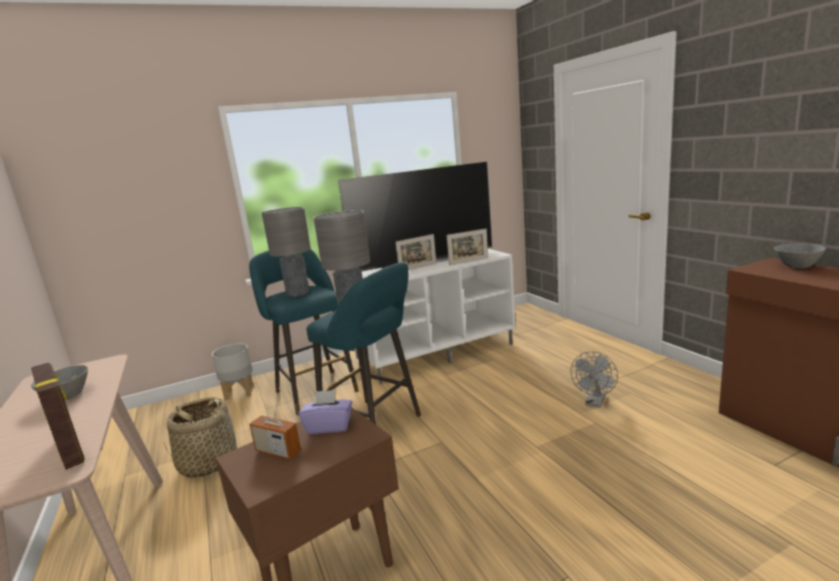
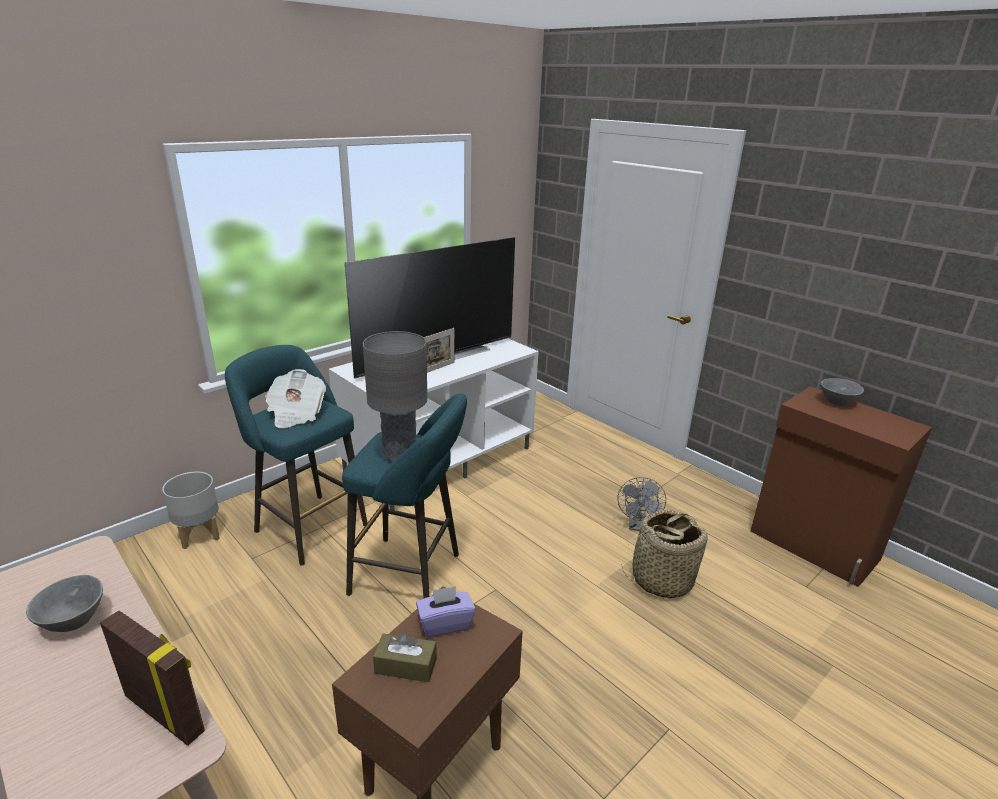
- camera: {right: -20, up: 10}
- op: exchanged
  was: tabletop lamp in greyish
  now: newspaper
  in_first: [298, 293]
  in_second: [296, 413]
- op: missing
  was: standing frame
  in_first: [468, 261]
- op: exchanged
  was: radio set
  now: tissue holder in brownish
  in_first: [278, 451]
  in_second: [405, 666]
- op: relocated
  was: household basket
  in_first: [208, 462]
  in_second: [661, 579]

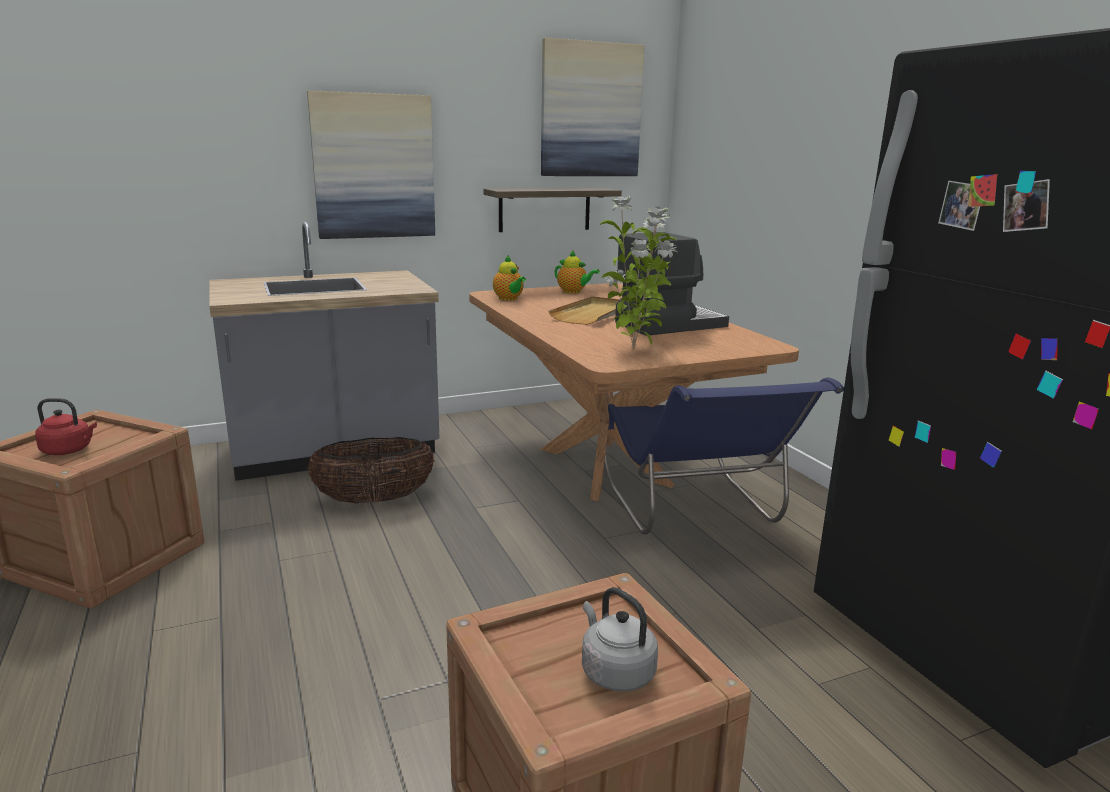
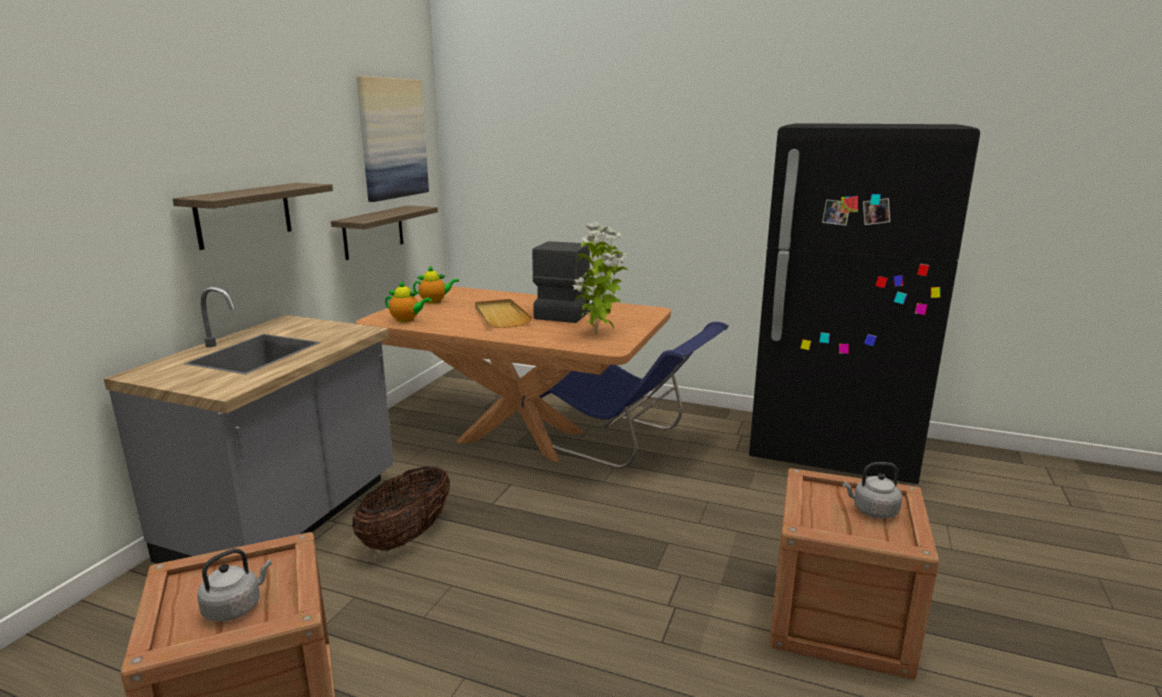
- camera: {right: -45, up: 0}
- op: exchanged
  was: wall picture
  now: wall shelf
  in_first: [373, 167]
  in_second: [244, 215]
- op: colour
  was: tea kettle in reddish
  now: tea kettle in greyish
  in_first: [69, 450]
  in_second: [235, 607]

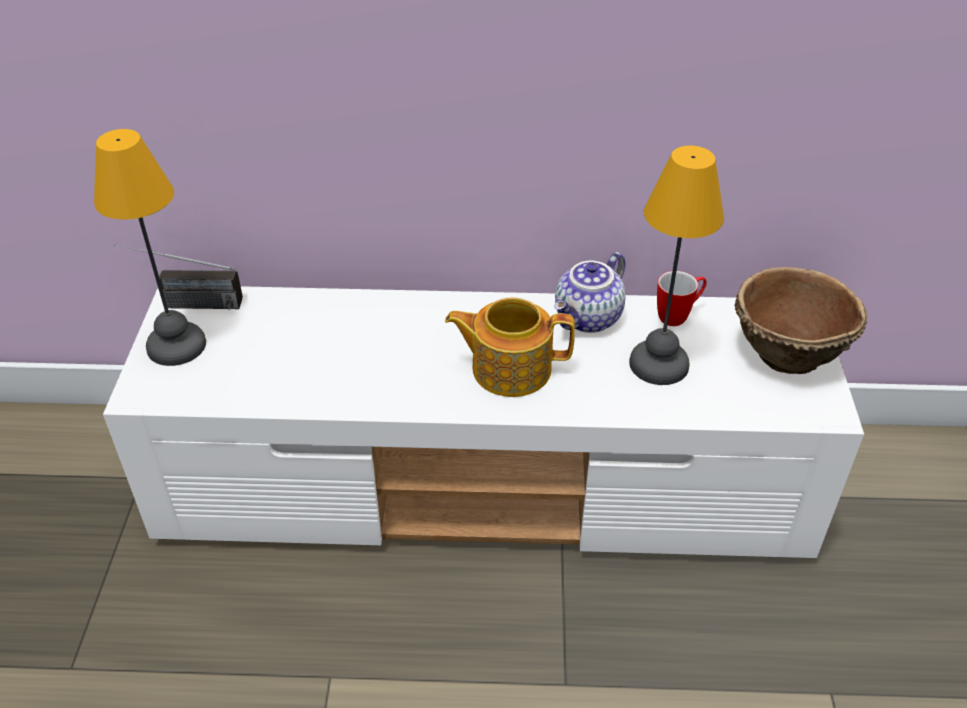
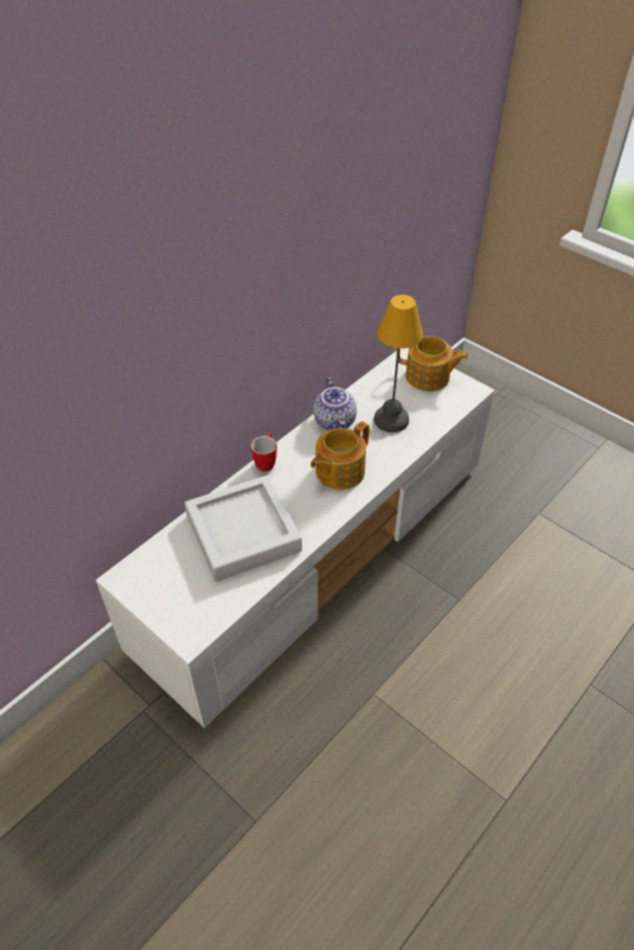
- camera: {right: -50, up: 5}
- op: missing
  was: tabletop lamp
  in_first: [174, 346]
- op: missing
  was: radio set
  in_first: [184, 304]
- op: exchanged
  was: serving bowl in brownish
  now: pot for tea
  in_first: [786, 354]
  in_second: [428, 377]
- op: relocated
  was: mug
  in_first: [678, 316]
  in_second: [266, 462]
- op: appeared
  now: serving tray in greyish
  in_second: [243, 533]

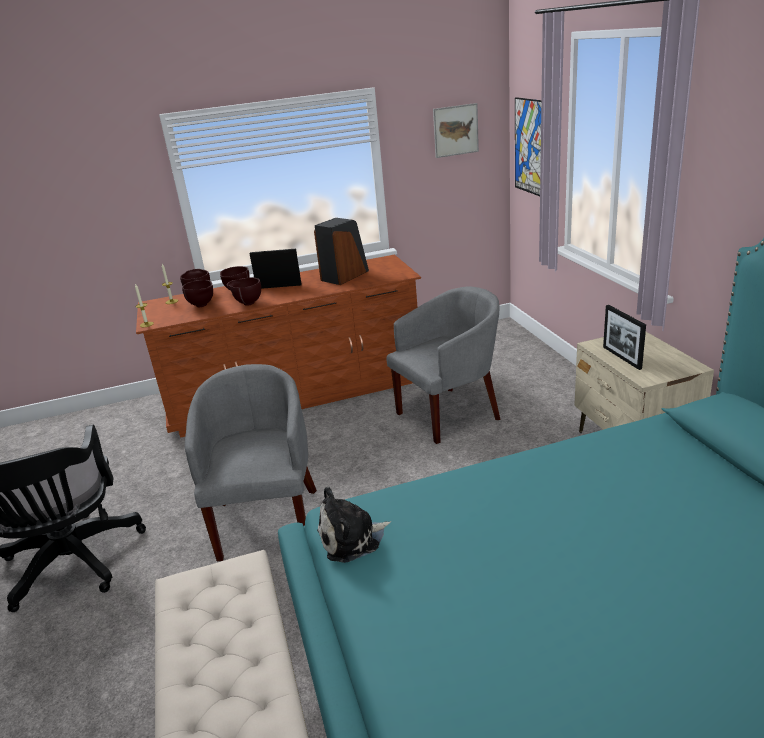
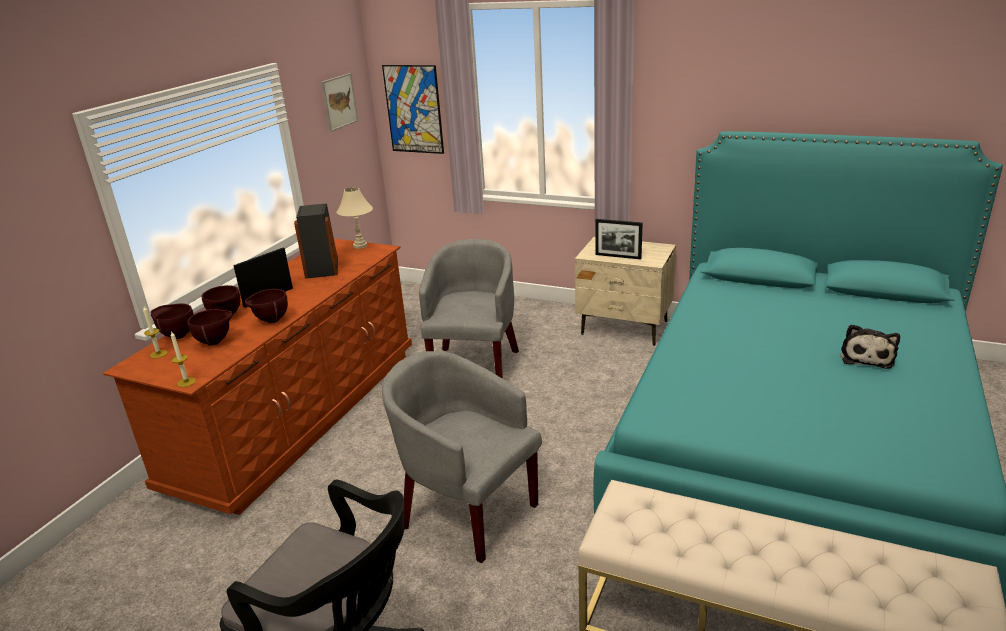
- camera: {right: -50, up: 0}
- op: relocated
  was: plush toy
  in_first: [353, 538]
  in_second: [866, 357]
- op: appeared
  now: tabletop lamp in beige-coloured
  in_second: [360, 246]

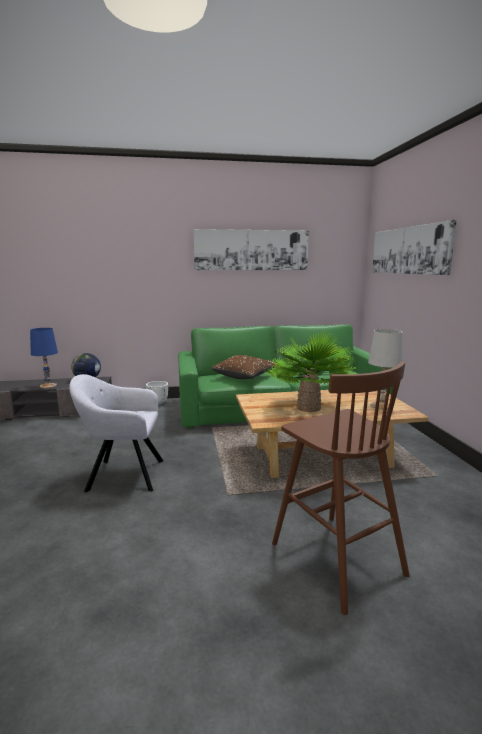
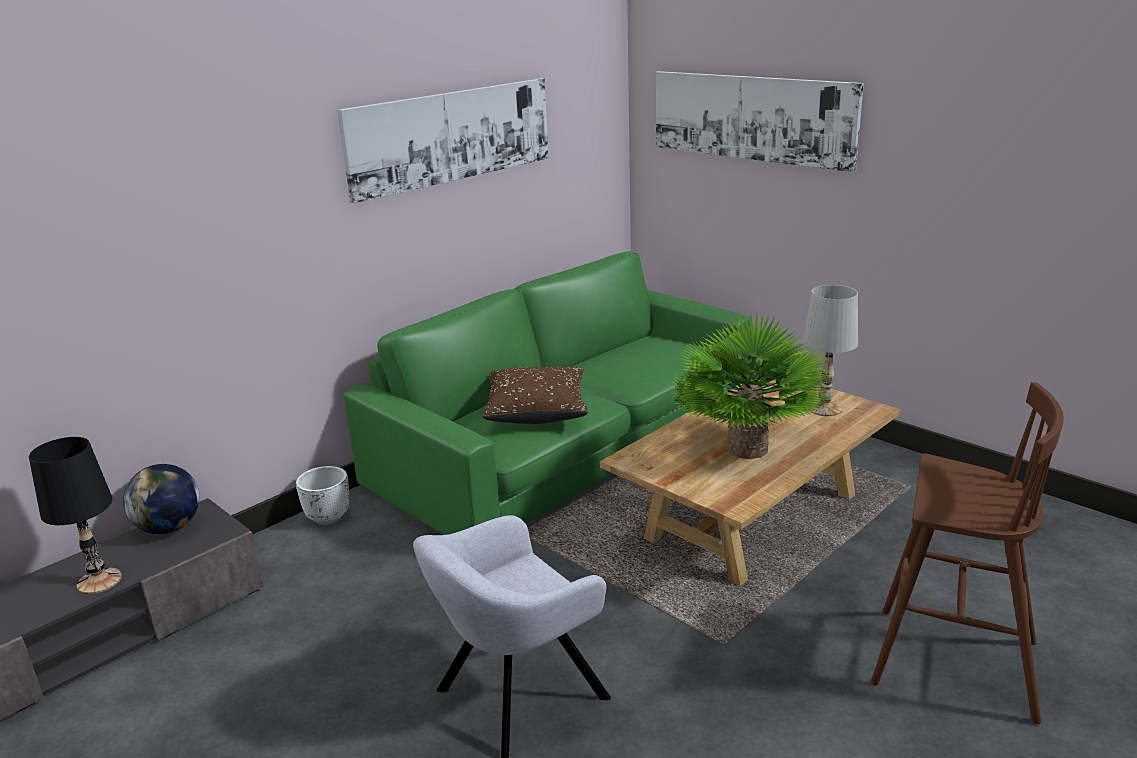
- camera: {right: -35, up: 10}
- op: colour
  was: tabletop lamp in bluish
  now: tabletop lamp in black
  in_first: [48, 385]
  in_second: [100, 581]

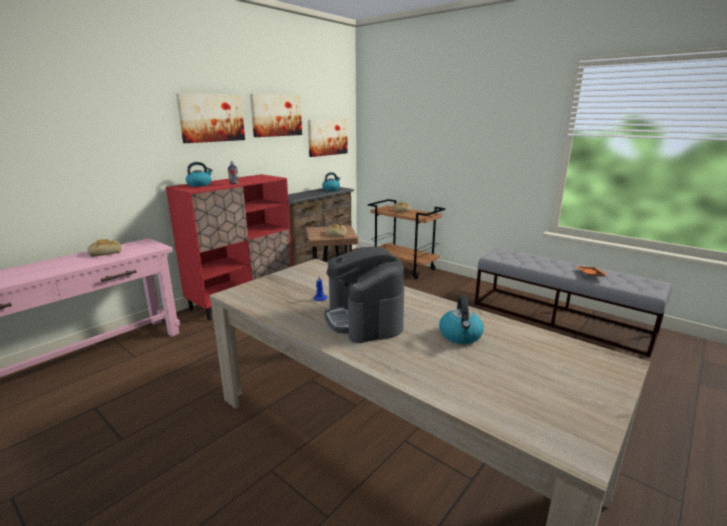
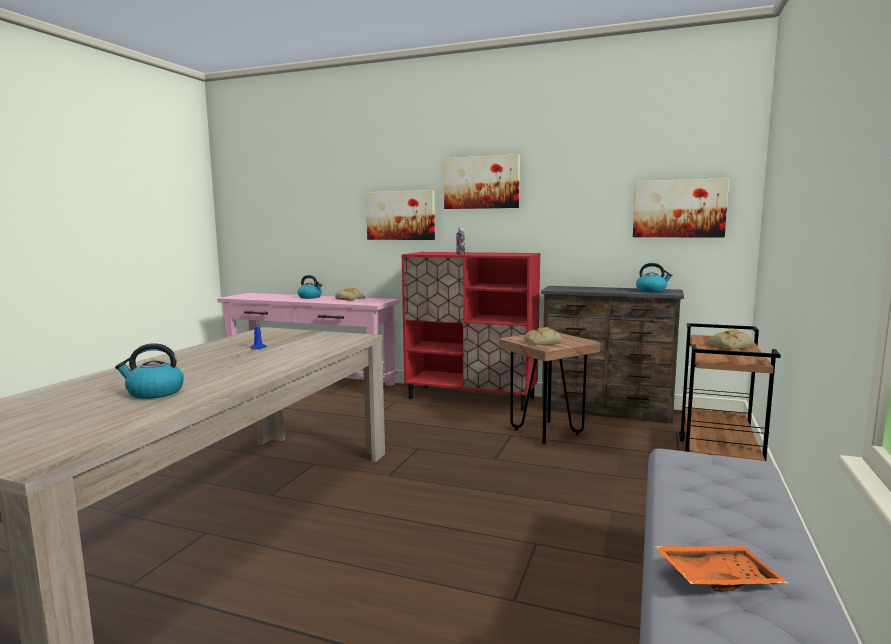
- camera: {right: 70, up: -10}
- op: relocated
  was: wall picture
  in_first: [276, 115]
  in_second: [400, 215]
- op: relocated
  was: tea kettle
  in_first: [199, 185]
  in_second: [310, 297]
- op: missing
  was: coffee maker
  in_first: [364, 319]

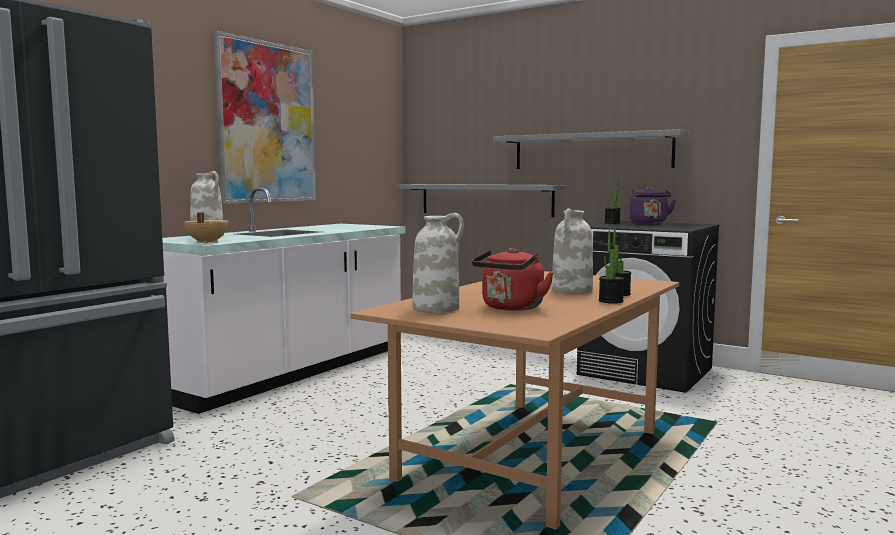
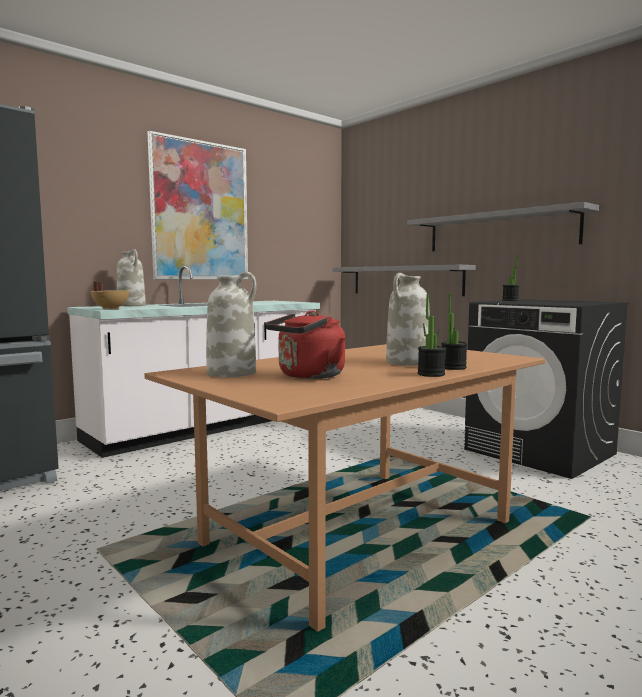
- camera: {right: 15, up: 0}
- op: missing
  was: tea kettle in purple
  in_first: [649, 223]

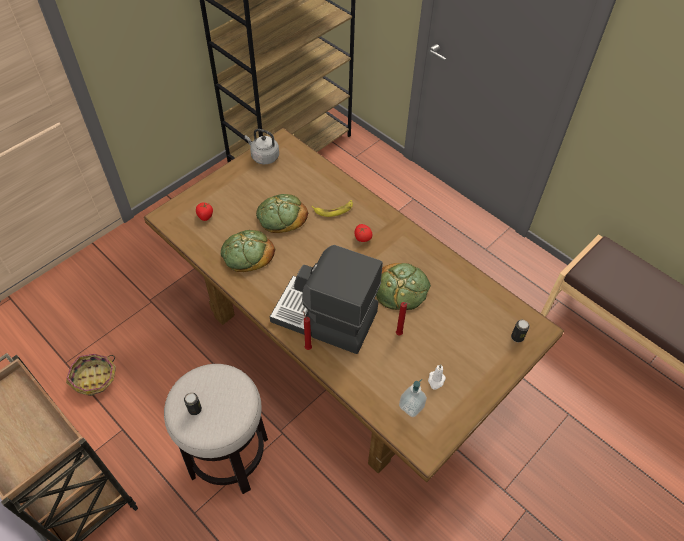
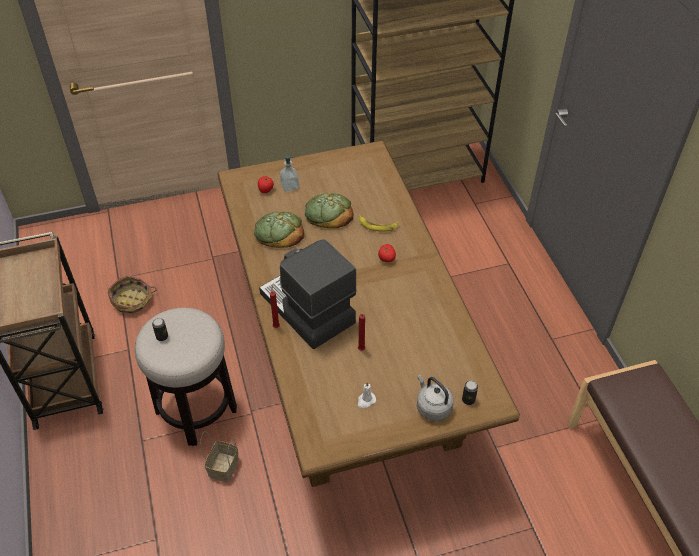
- camera: {right: 30, up: -5}
- op: relocated
  was: tea kettle in greyish
  in_first: [263, 157]
  in_second: [432, 407]
- op: missing
  was: bread
  in_first: [401, 289]
- op: relocated
  was: soap bottle
  in_first: [411, 406]
  in_second: [289, 186]
- op: appeared
  now: household basket
  in_second: [223, 466]

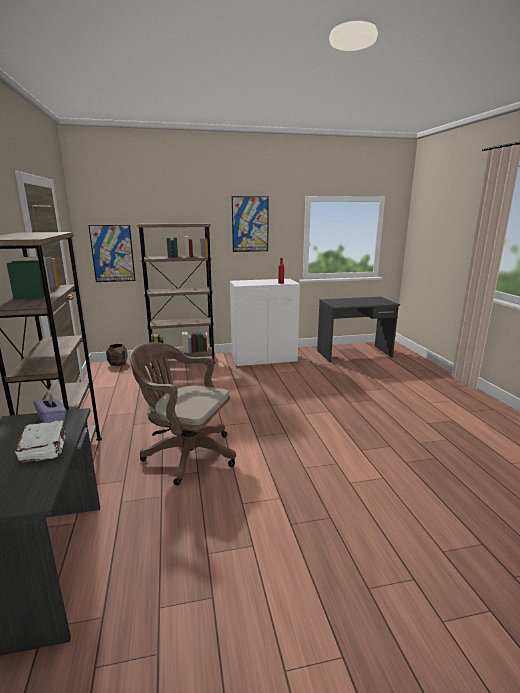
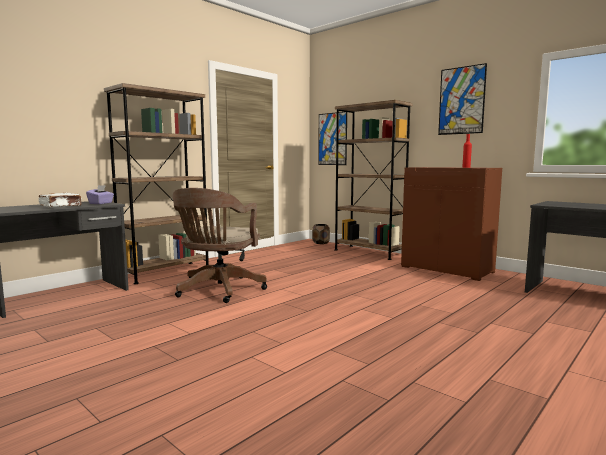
- camera: {right: 55, up: -10}
- op: colour
  was: cupboard in whitish
  now: cupboard in brownish
  in_first: [264, 359]
  in_second: [447, 269]
- op: spun
  was: computer chair in brownish
  in_first: [186, 454]
  in_second: [218, 291]
  clockwise: -150

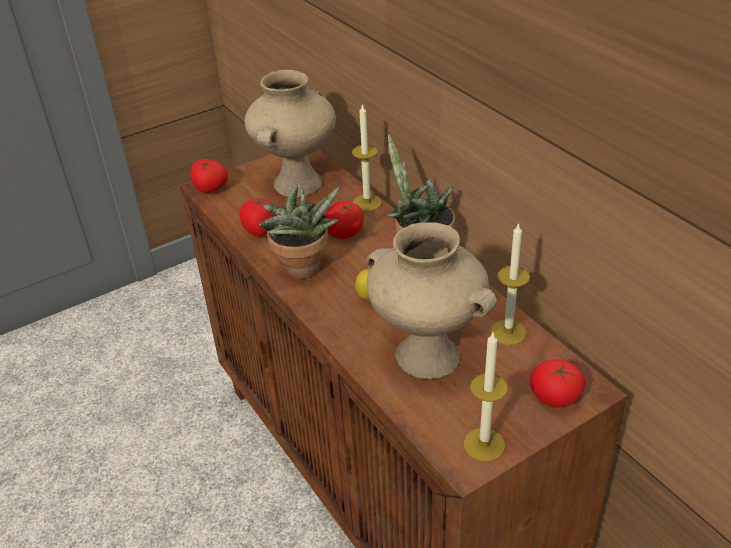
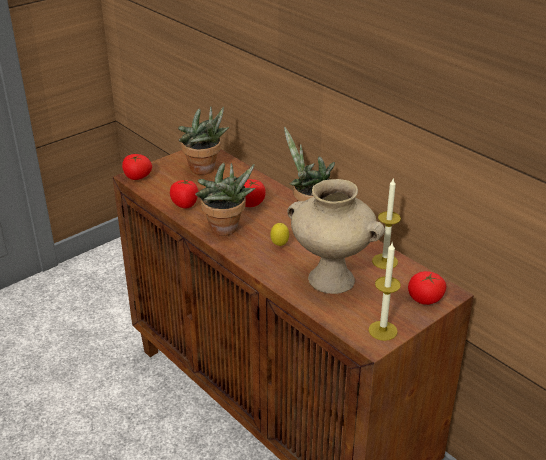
- camera: {right: -10, up: -5}
- op: exchanged
  was: decorative vase in beige-coloured
  now: potted plant
  in_first: [297, 182]
  in_second: [205, 170]
- op: missing
  was: wax candle
  in_first: [367, 203]

